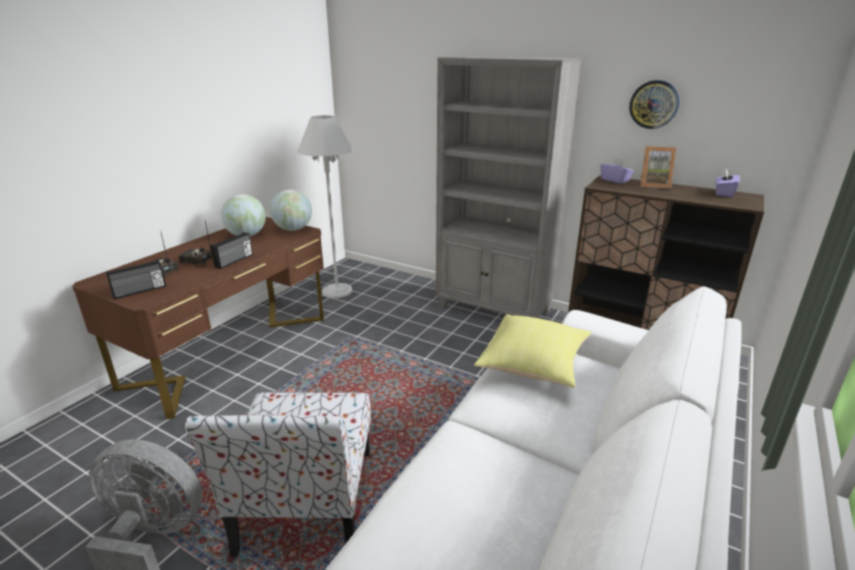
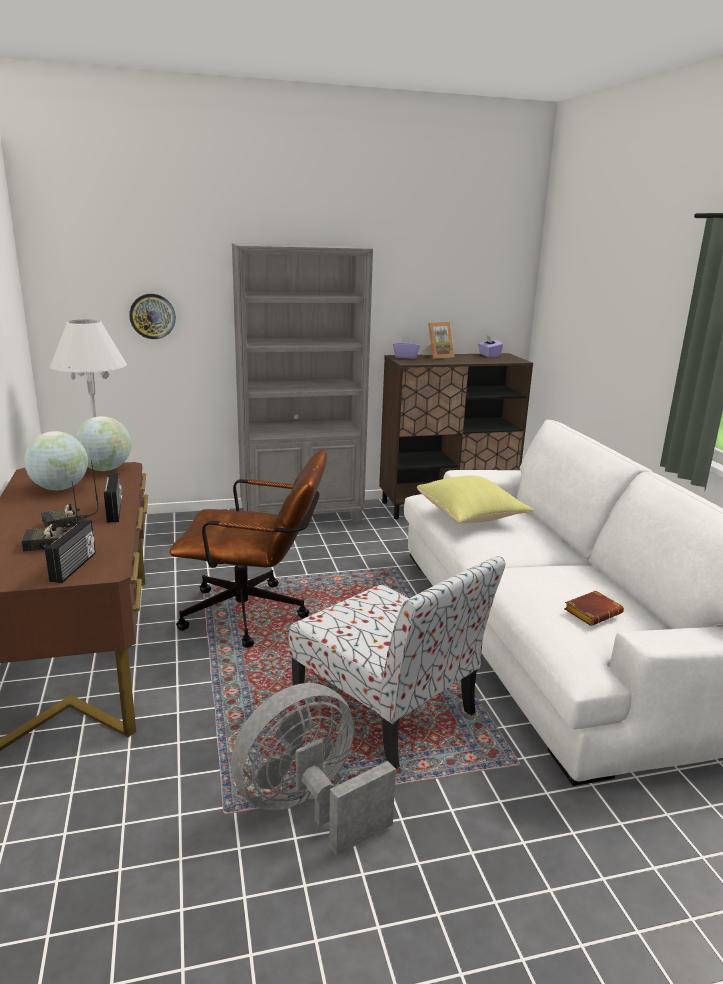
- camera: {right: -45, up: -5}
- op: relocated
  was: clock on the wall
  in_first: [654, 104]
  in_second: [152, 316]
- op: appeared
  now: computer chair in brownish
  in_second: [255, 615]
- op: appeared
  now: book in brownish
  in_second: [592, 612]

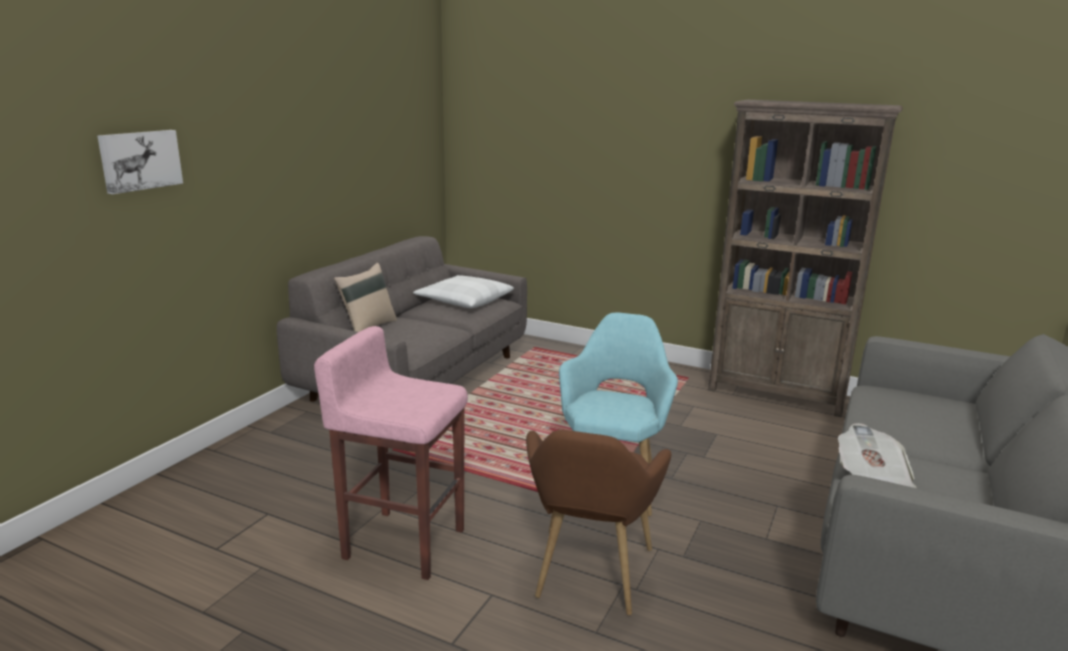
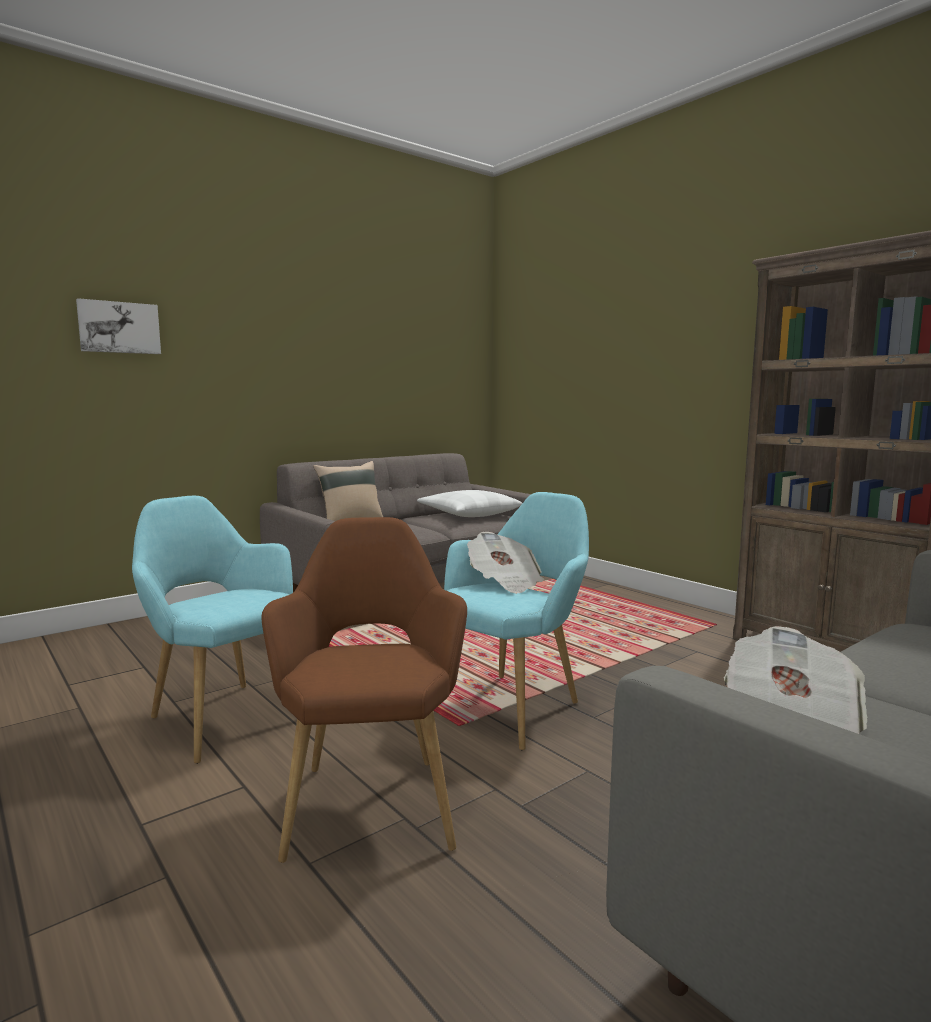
- camera: {right: 25, up: -10}
- op: exchanged
  was: stool seat in pinkish
  now: lounge chair in turquoise-coloured
  in_first: [403, 542]
  in_second: [223, 715]
- op: spun
  was: lounge chair in brownish
  in_first: [589, 578]
  in_second: [371, 798]
  clockwise: 135
- op: appeared
  now: newspaper
  in_second: [505, 582]

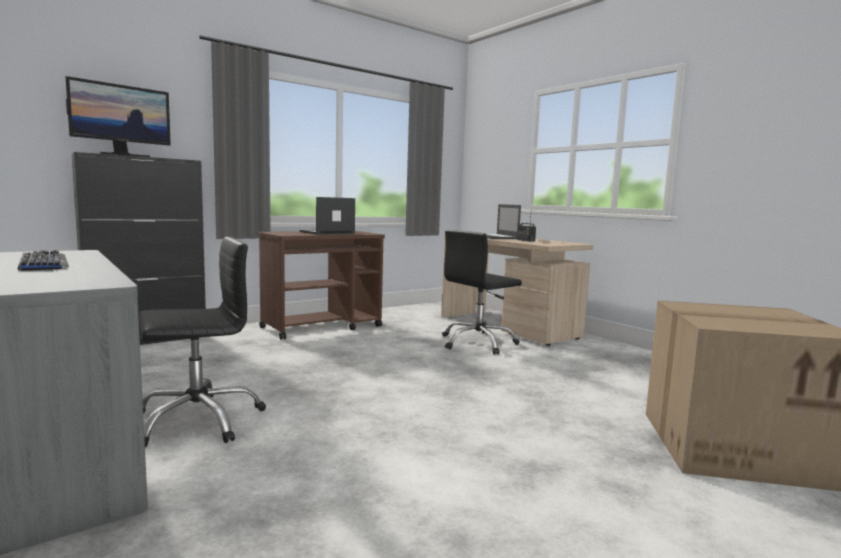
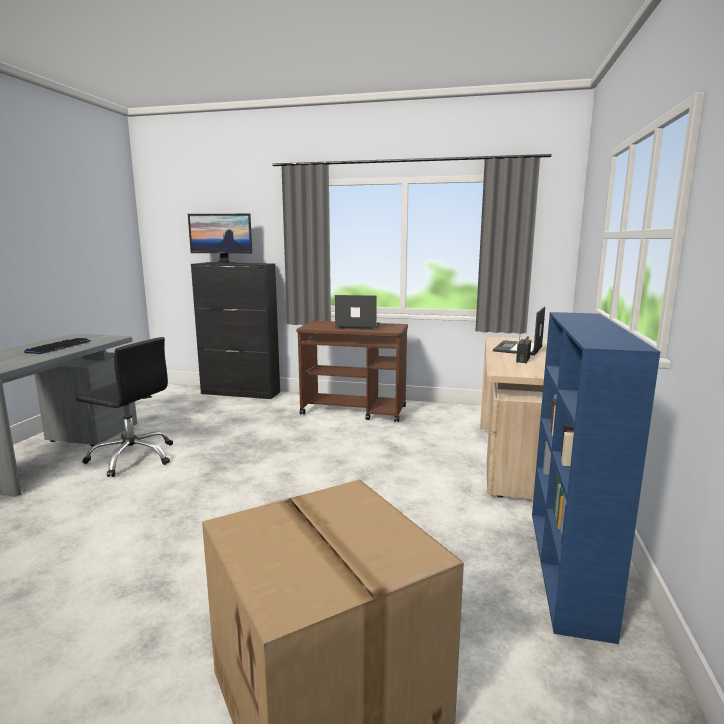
- camera: {right: 50, up: 5}
- op: missing
  was: computer chair in black
  in_first: [478, 343]
- op: appeared
  now: bookcase in bluish
  in_second: [568, 569]

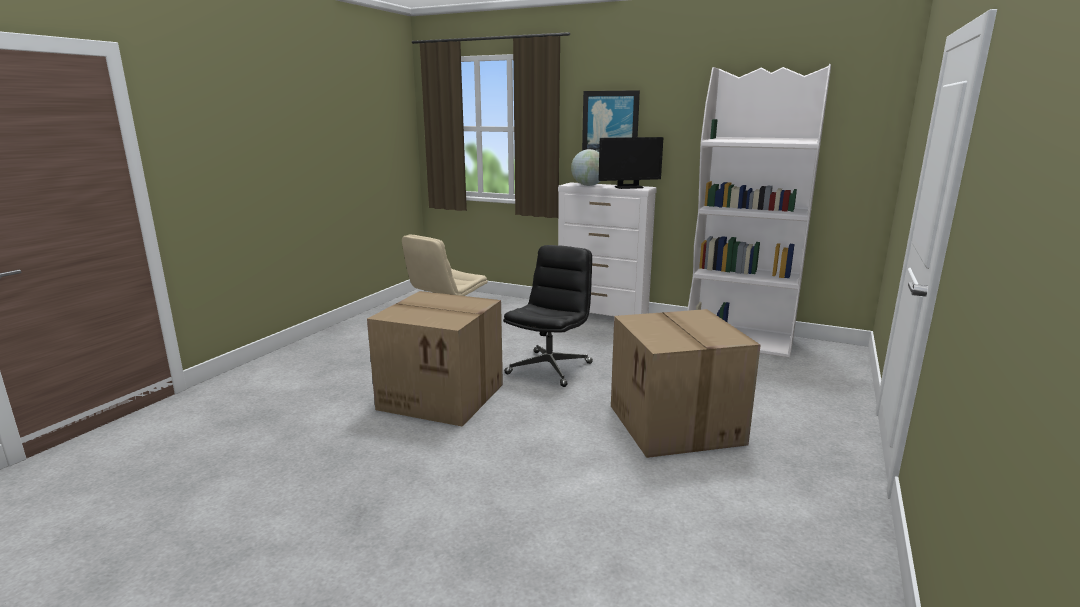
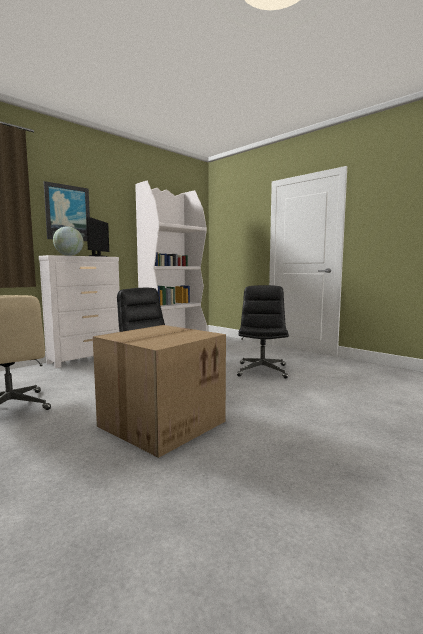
- camera: {right: -70, up: -10}
- op: exchanged
  was: cardboard box
  now: computer chair in black
  in_first: [677, 425]
  in_second: [262, 370]

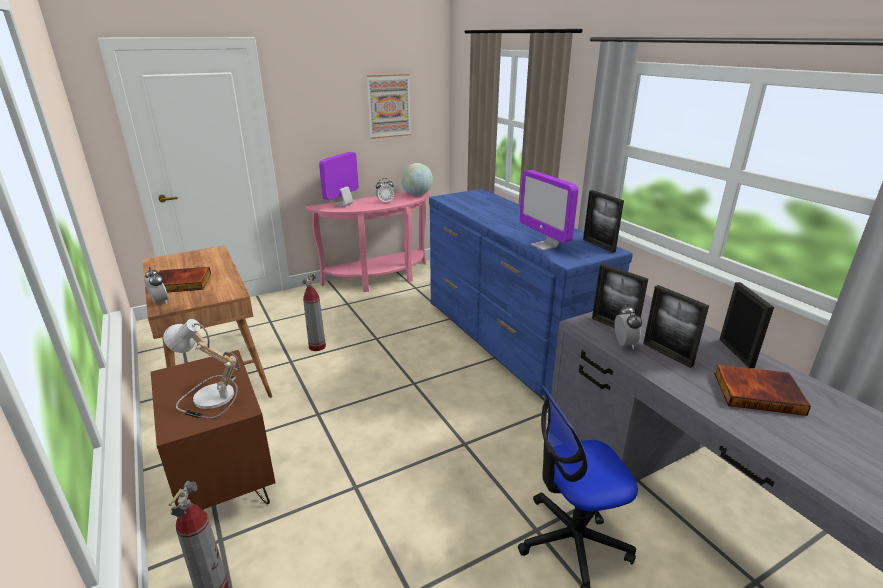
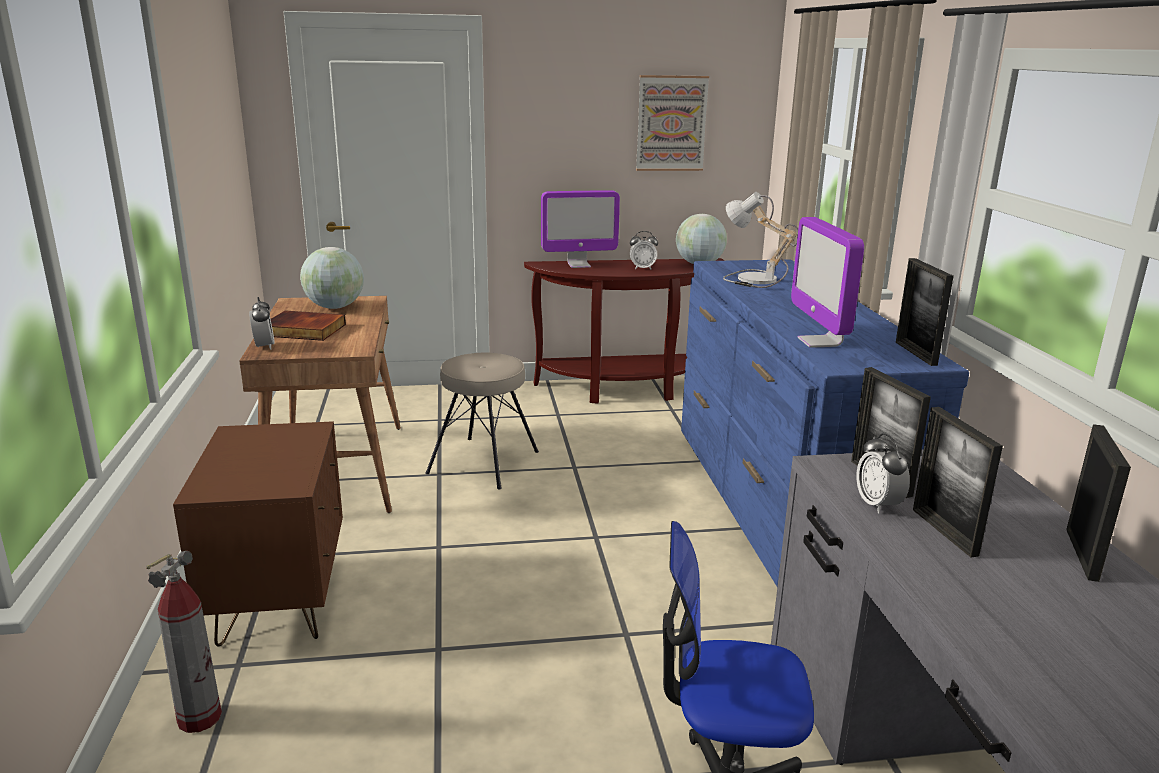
- camera: {right: 20, up: -5}
- op: spun
  was: computer display
  in_first: [343, 204]
  in_second: [579, 265]
  clockwise: -150
- op: colour
  was: hall table in pinkish
  now: hall table in brownish
  in_first: [380, 279]
  in_second: [625, 389]
- op: exchanged
  was: fire-fighting cylinder
  now: stool seat in beige-coloured
  in_first: [317, 346]
  in_second: [484, 462]
- op: spun
  was: alarm clock
  in_first: [624, 344]
  in_second: [878, 504]
  clockwise: 150
- op: relocated
  was: tabletop lamp
  in_first: [209, 398]
  in_second: [752, 279]
- op: missing
  was: book
  in_first: [758, 392]
- op: appeared
  now: desk globe
  in_second: [334, 307]

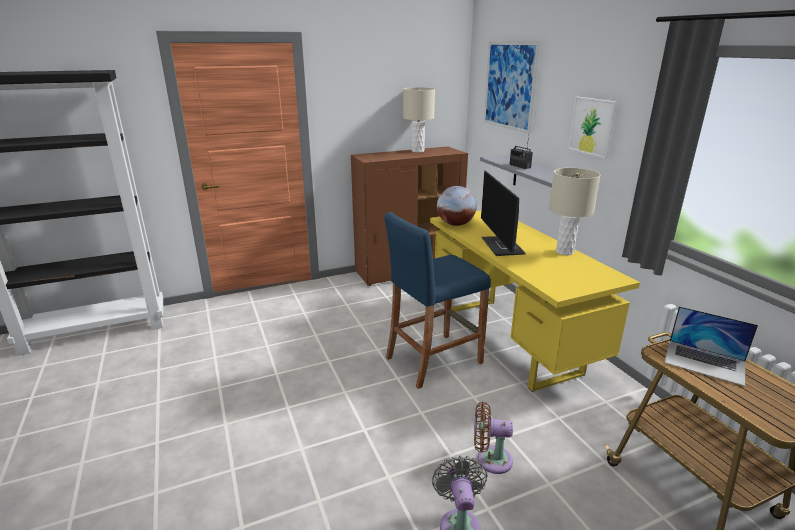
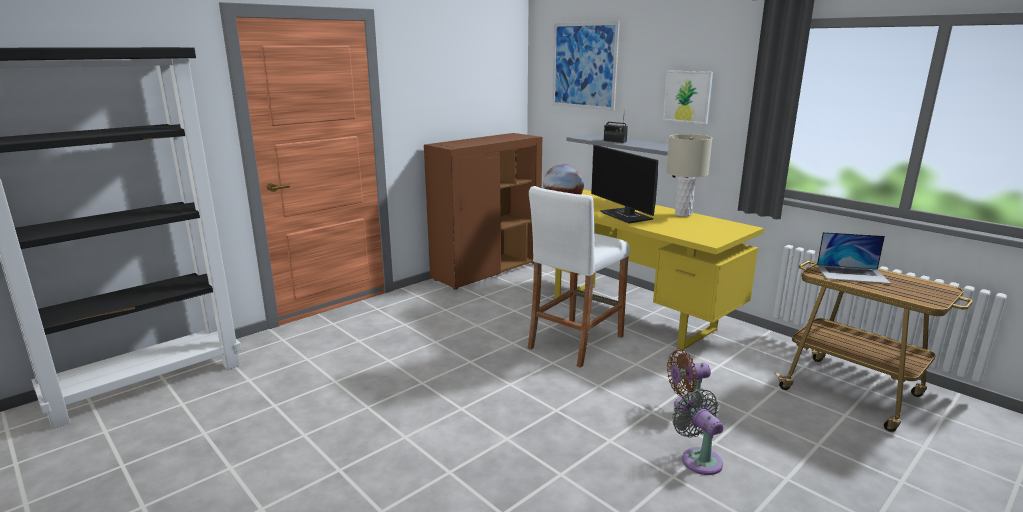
- camera: {right: -20, up: -5}
- op: missing
  was: tabletop lamp in beige-coloured
  in_first: [417, 151]
- op: colour
  was: stool seat in bluish
  now: stool seat in whitish
  in_first: [433, 360]
  in_second: [575, 342]

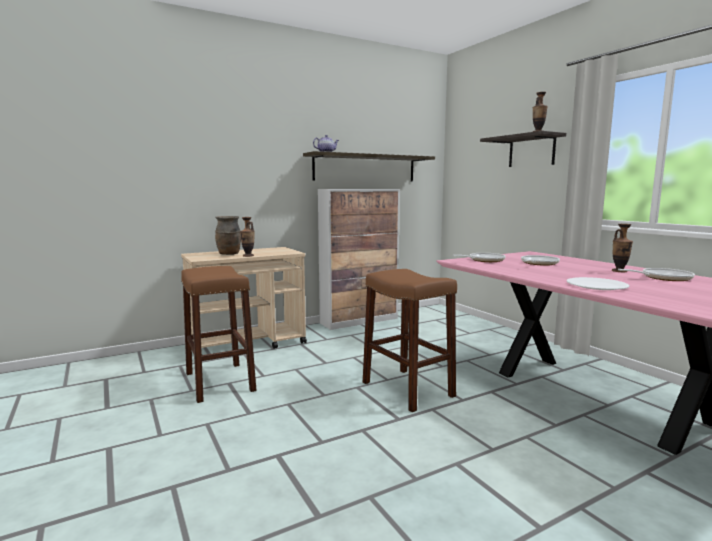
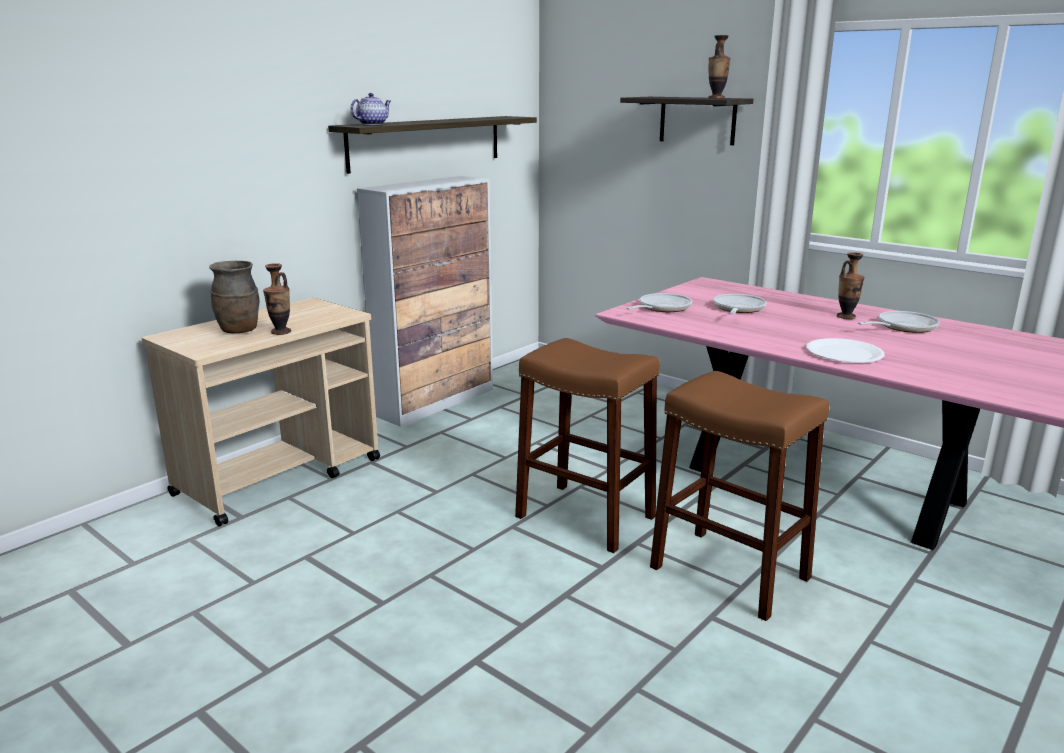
- camera: {right: -20, up: 10}
- op: relocated
  was: stool seat in brownish
  in_first: [219, 381]
  in_second: [729, 572]

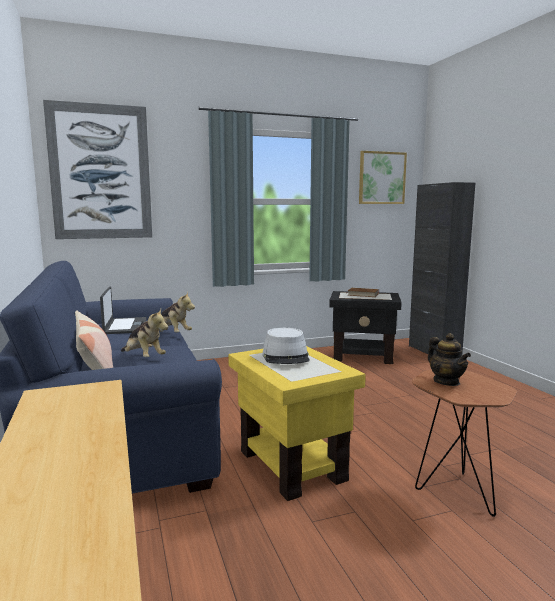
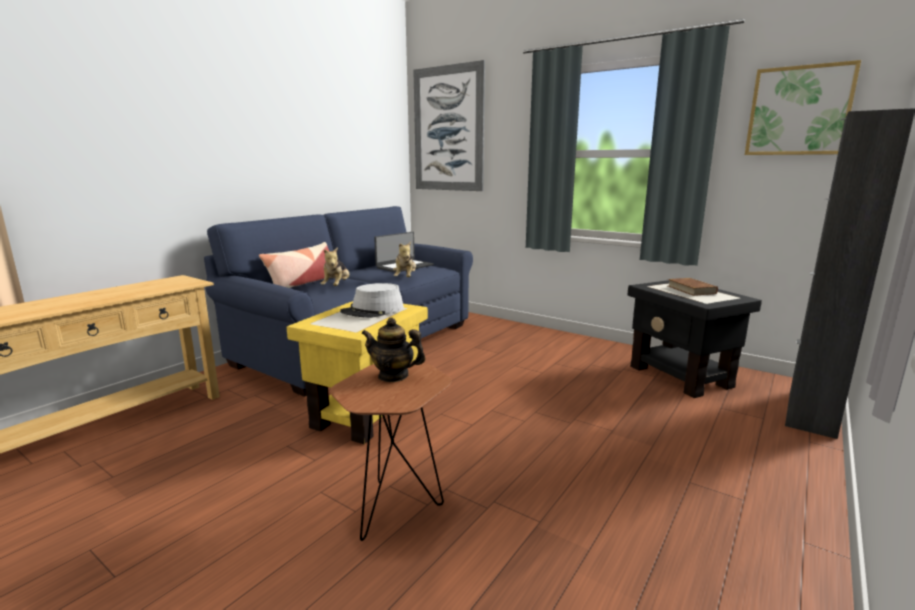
- camera: {right: 55, up: 5}
- op: spun
  was: pot for tea
  in_first: [446, 382]
  in_second: [393, 376]
  clockwise: 75

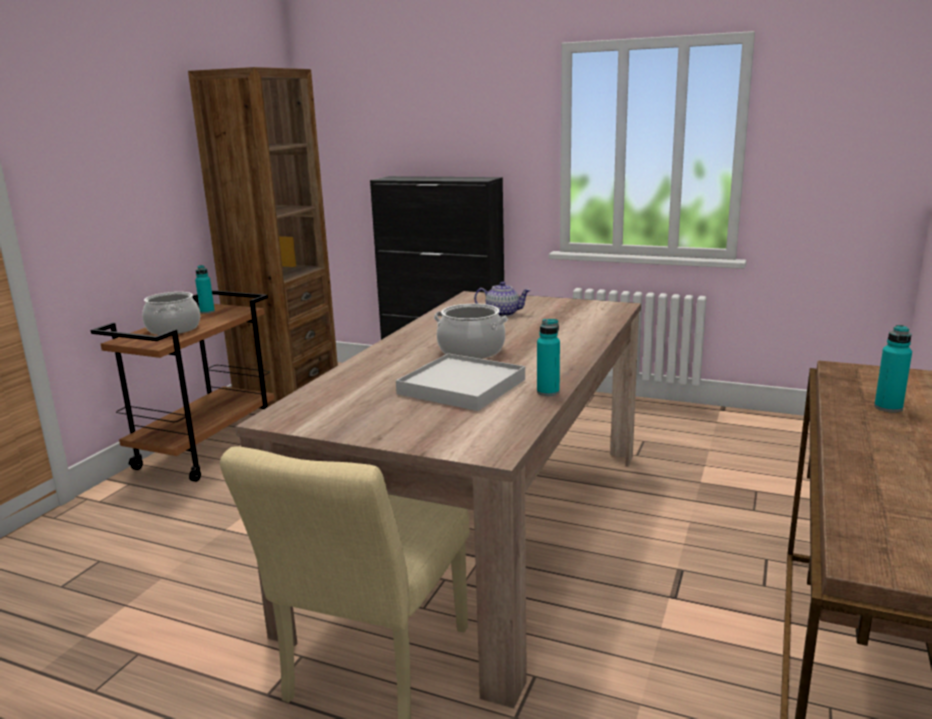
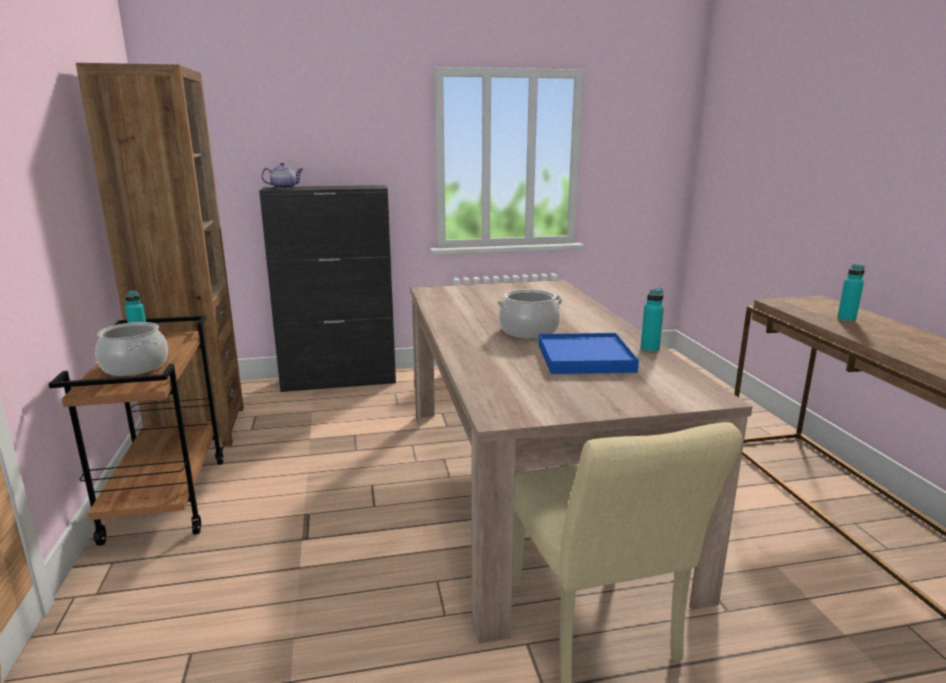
- camera: {right: -35, up: 0}
- op: relocated
  was: pot for tea
  in_first: [503, 313]
  in_second: [284, 188]
- op: colour
  was: serving tray in whitish
  now: serving tray in bluish
  in_first: [462, 387]
  in_second: [585, 358]

